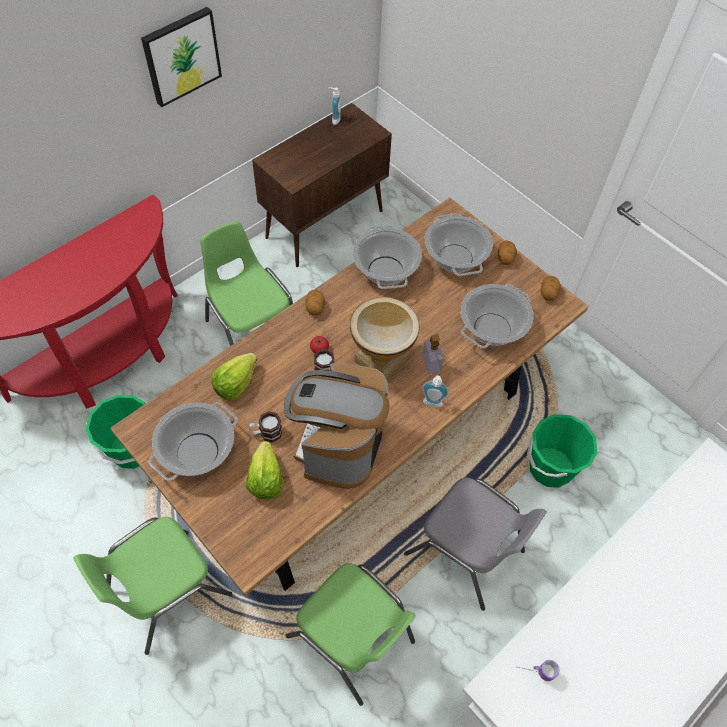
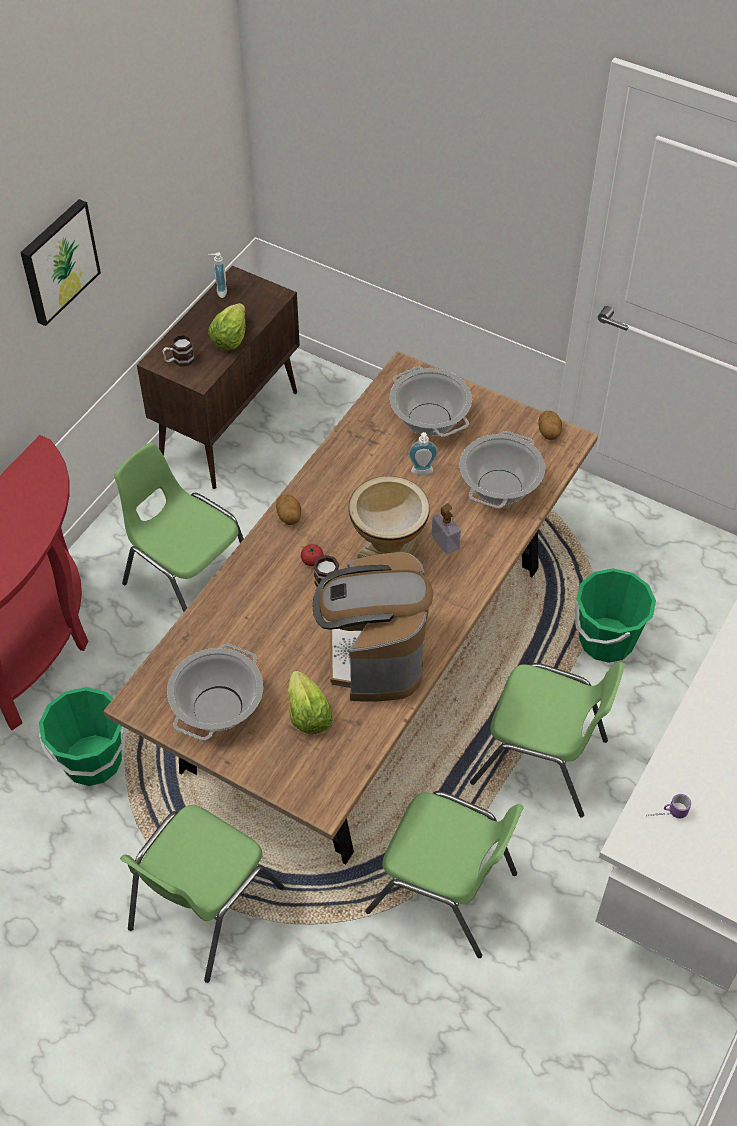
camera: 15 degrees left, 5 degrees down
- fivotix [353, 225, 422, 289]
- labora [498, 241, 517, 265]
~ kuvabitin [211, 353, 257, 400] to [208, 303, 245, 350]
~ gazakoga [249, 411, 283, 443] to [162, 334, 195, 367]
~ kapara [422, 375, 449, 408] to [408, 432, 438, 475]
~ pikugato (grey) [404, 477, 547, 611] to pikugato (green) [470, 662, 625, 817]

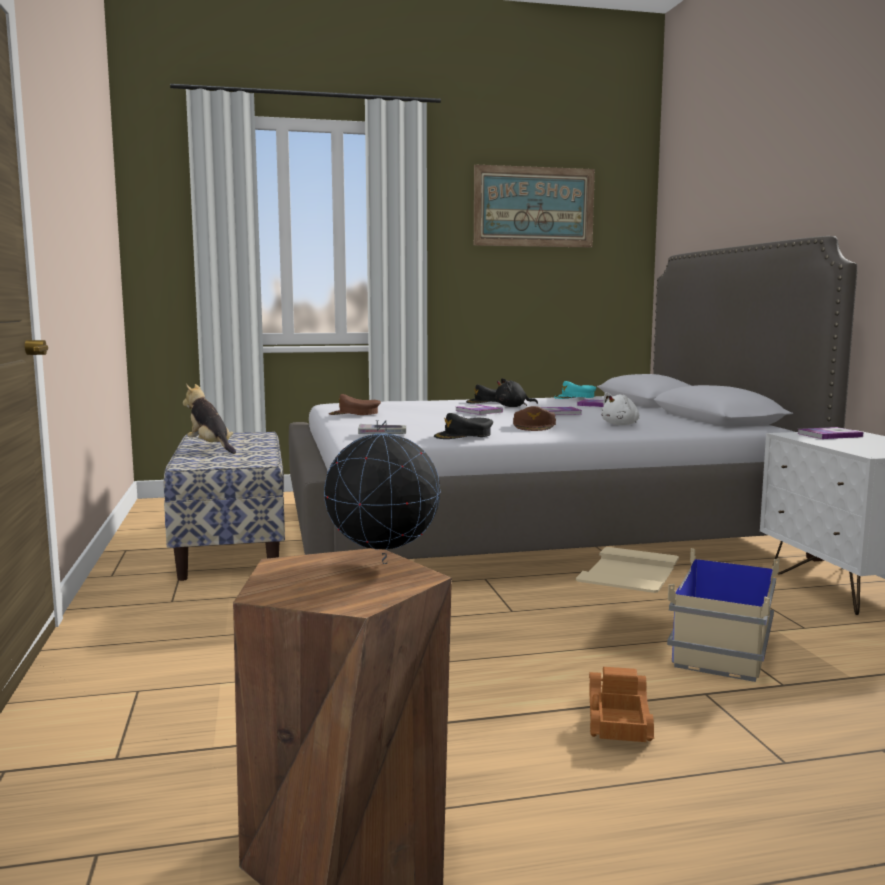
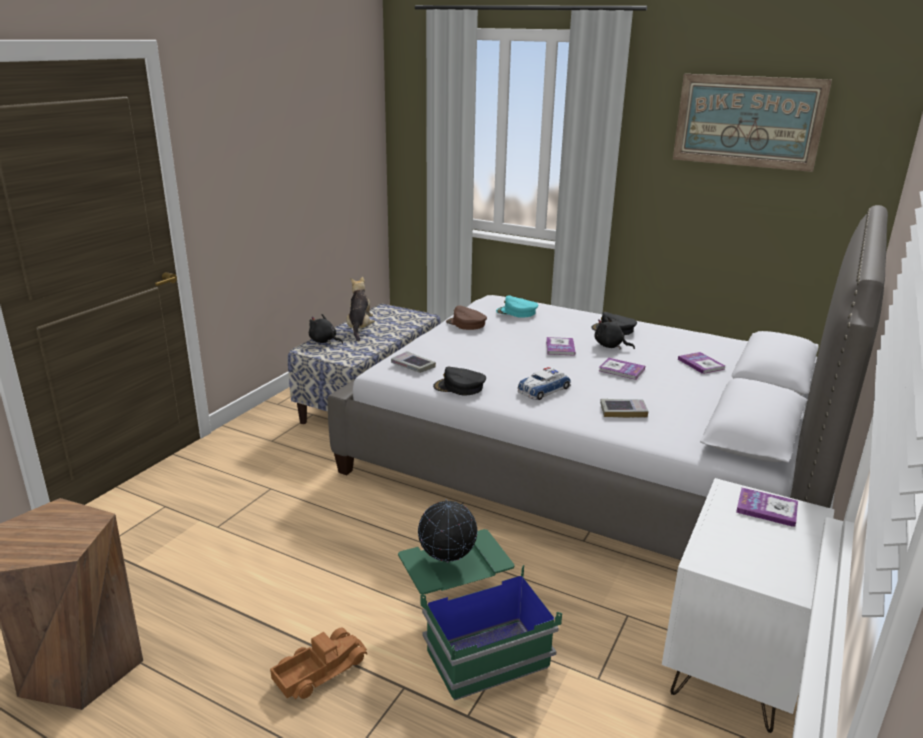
camera: 40 degrees right, 15 degrees up
+ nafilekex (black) [309, 314, 343, 344]
~ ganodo [324, 420, 441, 564] to [418, 499, 477, 563]
~ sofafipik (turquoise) [554, 381, 596, 399] to [496, 295, 538, 318]
~ sofafipik (brown) [513, 406, 556, 431] to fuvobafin [518, 367, 571, 400]
~ nafilekex (white) [601, 392, 640, 425] to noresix [600, 399, 649, 418]
~ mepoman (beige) [576, 547, 779, 682] to mepoman (green) [398, 529, 562, 701]

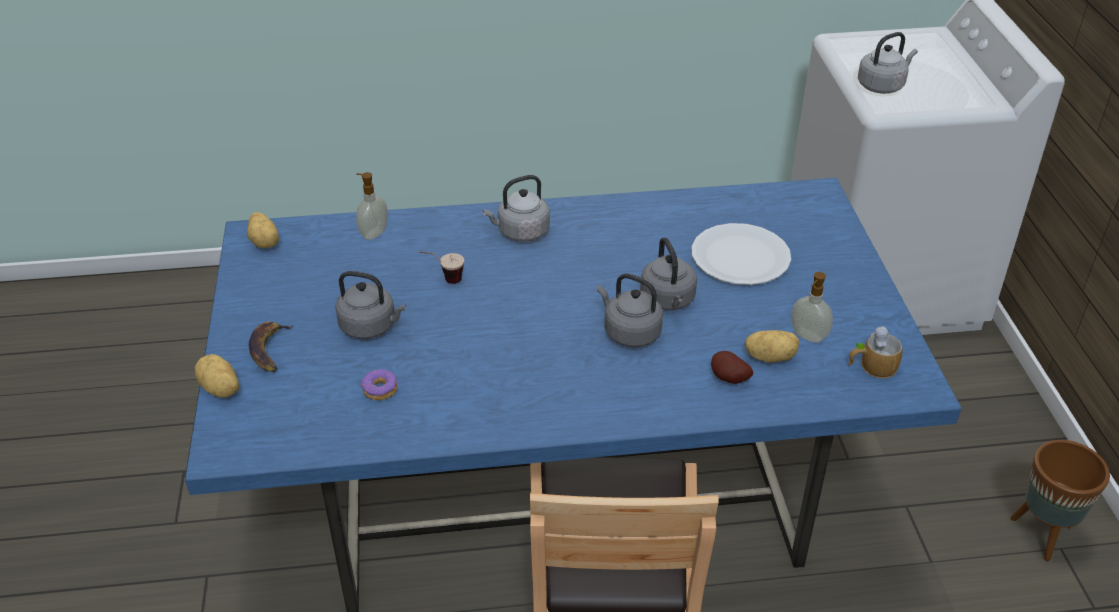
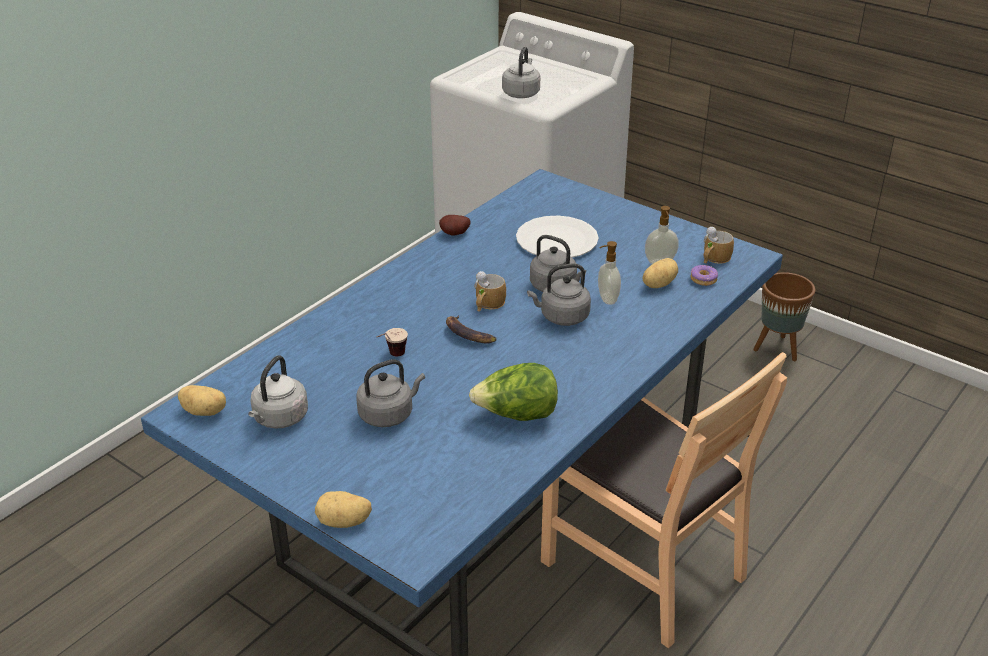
camera: 45 degrees left, 5 degrees down
+ kuvabitin [469, 363, 558, 421]
+ gazakoga [474, 271, 506, 312]
~ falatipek [249, 321, 294, 372] to [446, 315, 497, 344]
~ kapara [356, 172, 388, 240] to [598, 241, 621, 305]
~ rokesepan [361, 369, 397, 400] to [690, 265, 718, 286]
~ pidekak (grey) [483, 175, 550, 242] to [248, 355, 308, 429]
~ labora [711, 351, 753, 384] to [439, 215, 471, 236]

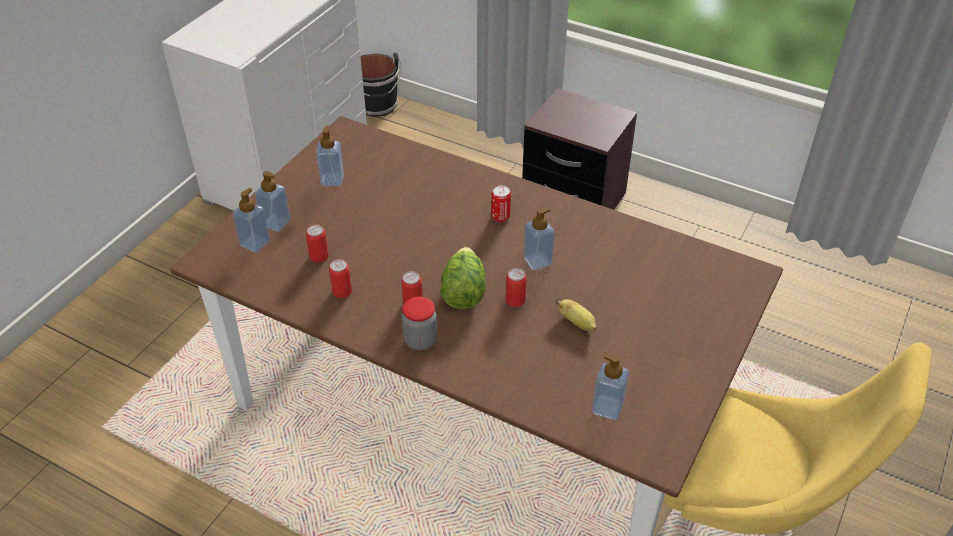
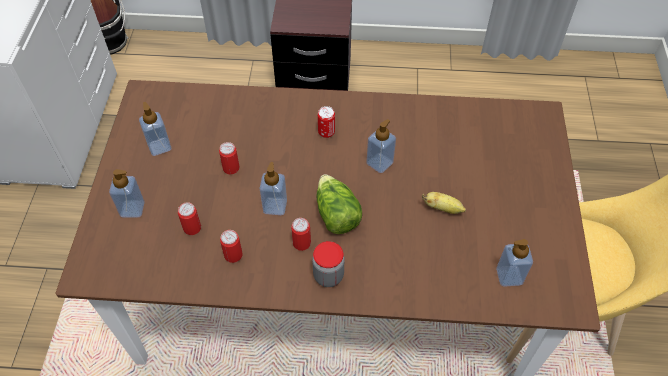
camera: 25 degrees left, 10 degrees up
~ kapara [233, 188, 270, 253] to [260, 162, 287, 215]
~ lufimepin [506, 268, 527, 307] to [219, 142, 240, 175]

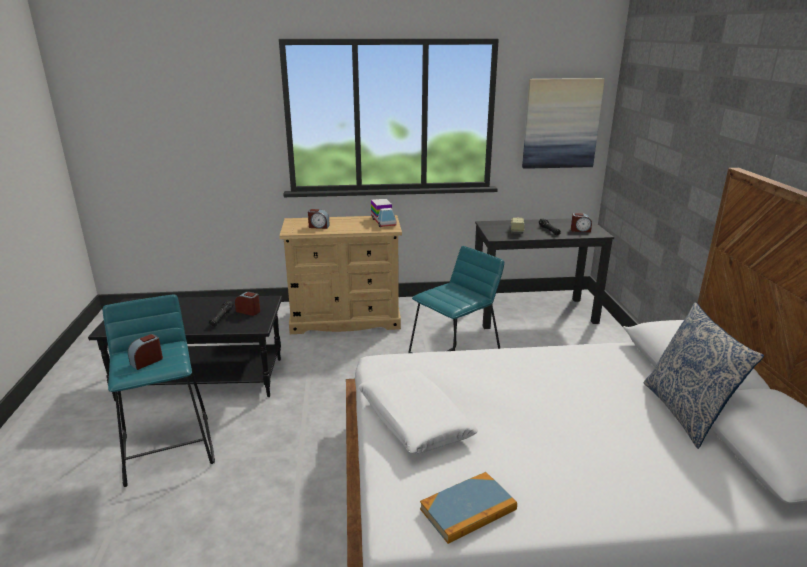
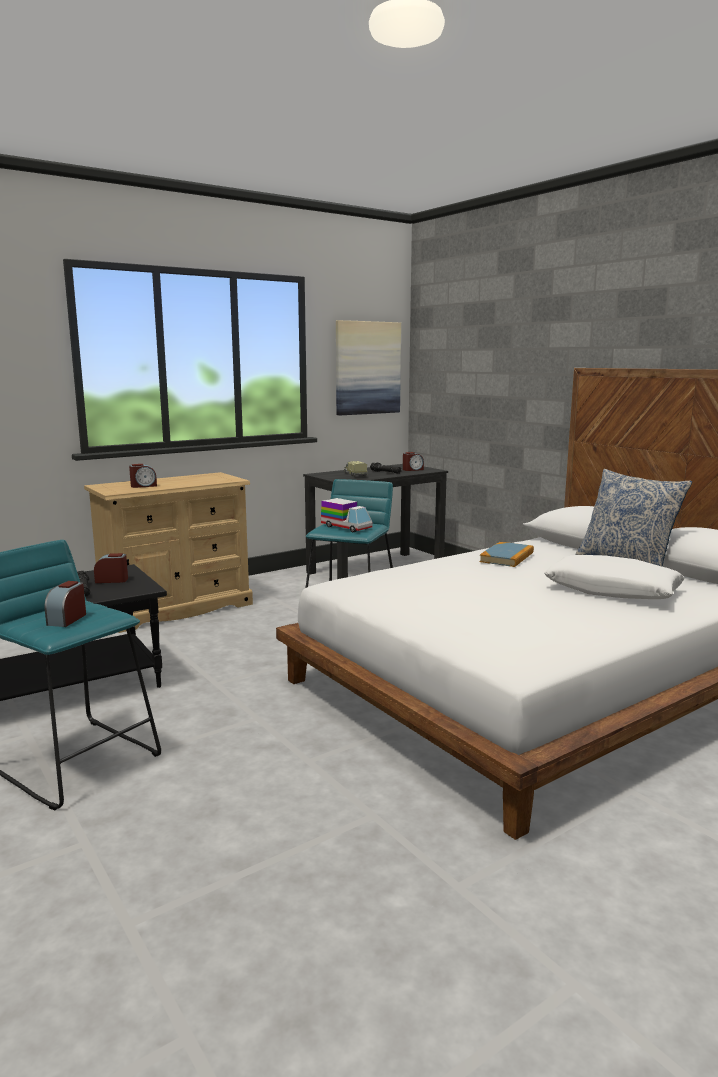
camera: 30 degrees left, 10 degrees down
~ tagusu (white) [358, 370, 478, 454] to [544, 555, 685, 599]
~ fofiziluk [371, 199, 397, 227] to [321, 498, 373, 532]
~ noresix [420, 472, 517, 544] to [480, 542, 534, 567]

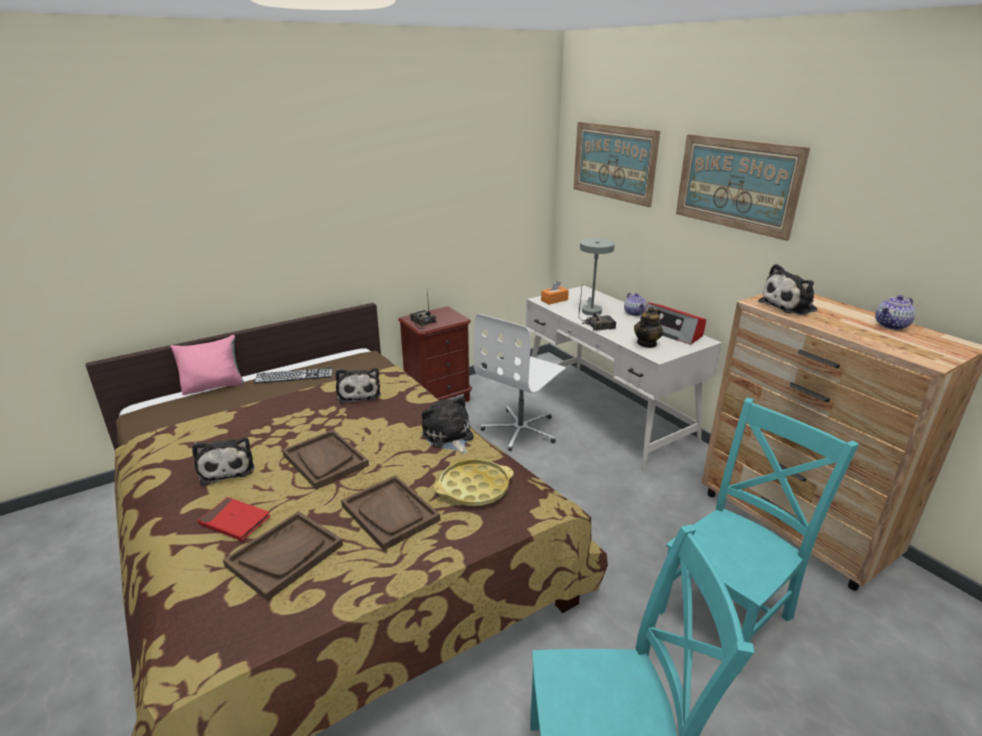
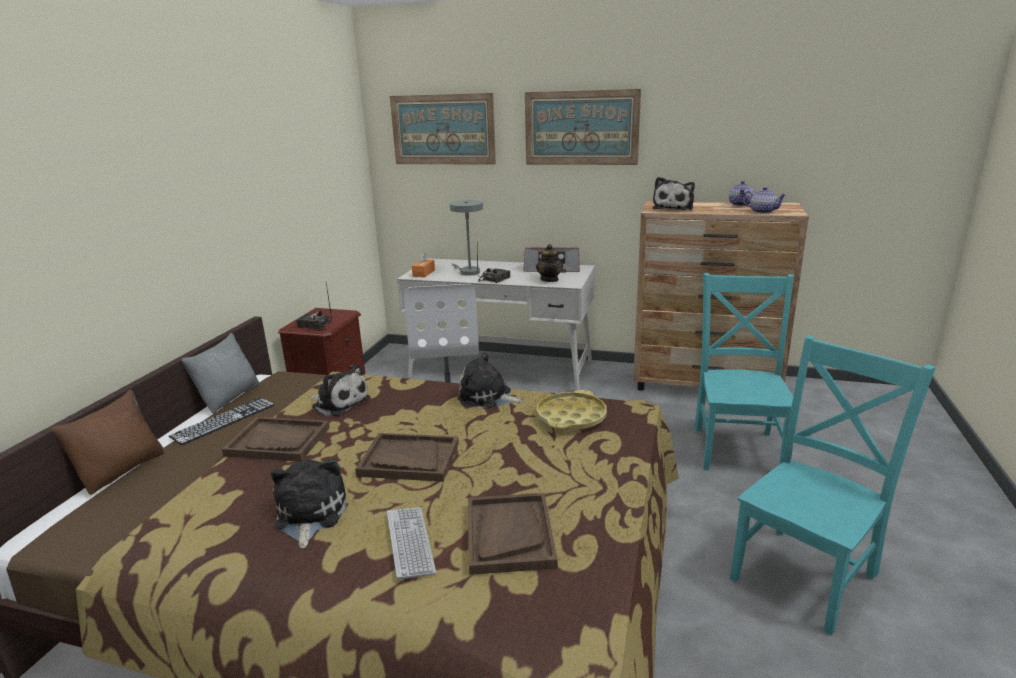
camera: 40 degrees left, 5 degrees down
+ tagusu (grey) [181, 333, 259, 414]
~ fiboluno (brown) [341, 475, 440, 551] to [222, 417, 330, 461]
~ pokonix [624, 293, 647, 316] to [742, 187, 787, 214]
~ noresix (red) [198, 497, 271, 541] to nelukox [387, 507, 436, 580]
~ tagusu (pink) [170, 335, 244, 395] to tagusu (brown) [50, 390, 165, 495]
~ nafilekex [192, 437, 254, 486] = [271, 459, 346, 548] 120 degrees counterclockwise

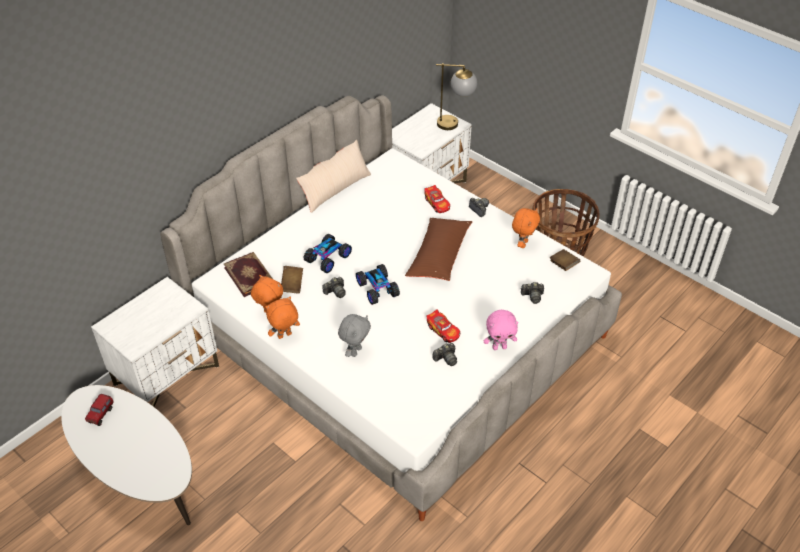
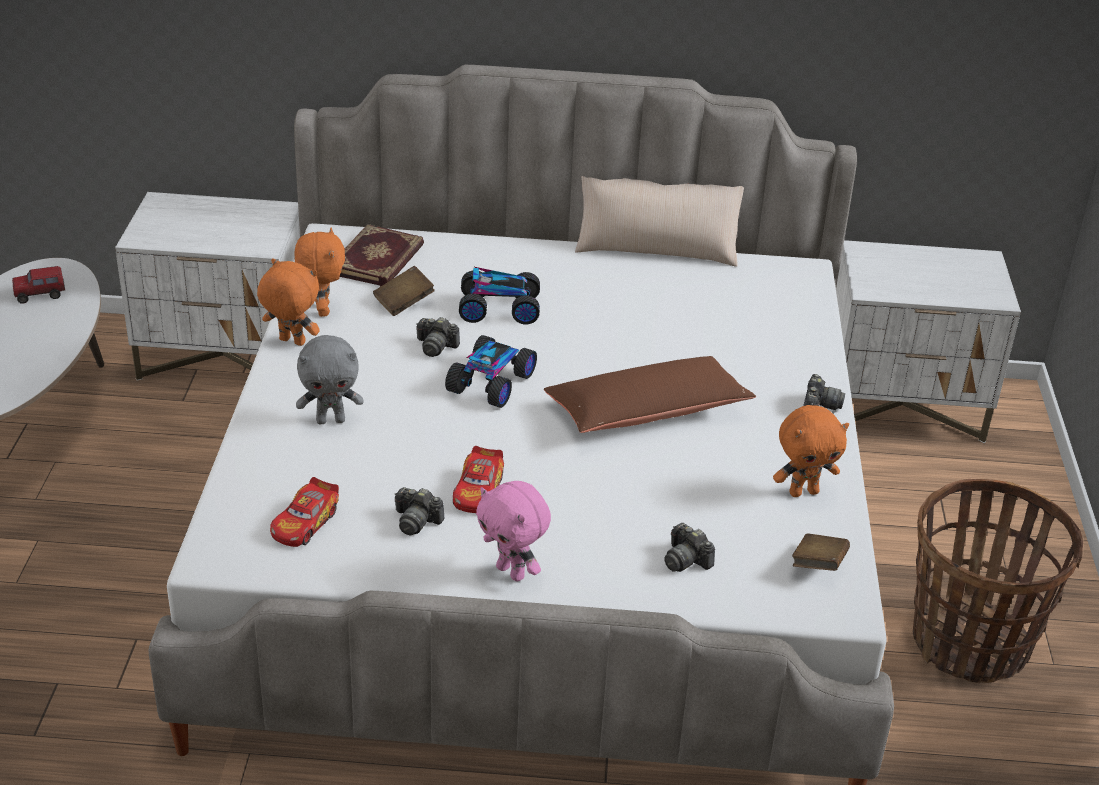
camera: 50 degrees right, 10 degrees down
- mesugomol [436, 63, 477, 130]
~ fuvobafin [424, 185, 450, 213] to [270, 477, 339, 547]

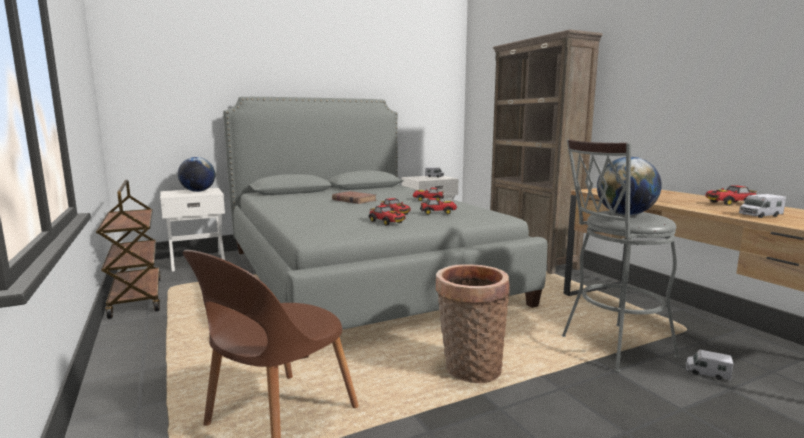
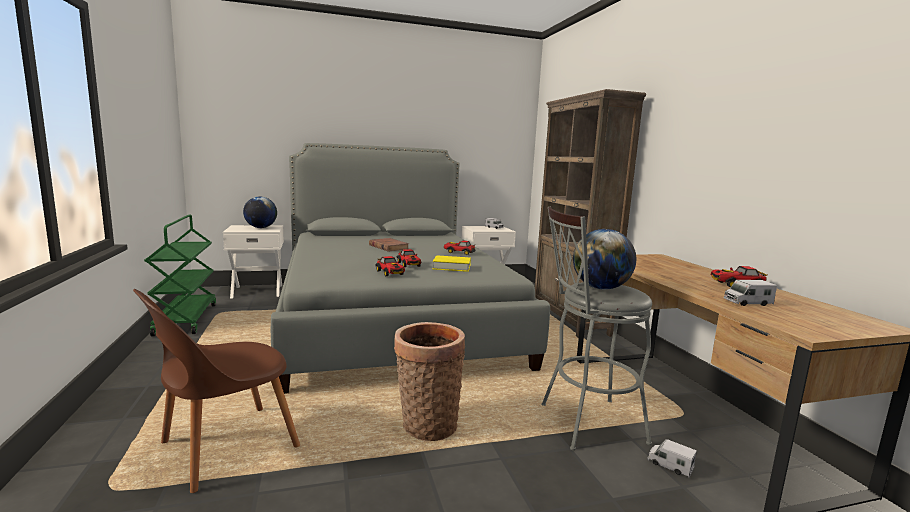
camera: 10 degrees right, 0 degrees up
~ fuvobafin [420, 198, 457, 215] to noresix (yellow) [433, 255, 471, 272]
~ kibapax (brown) [96, 180, 161, 319] to kibapax (green) [144, 215, 216, 336]

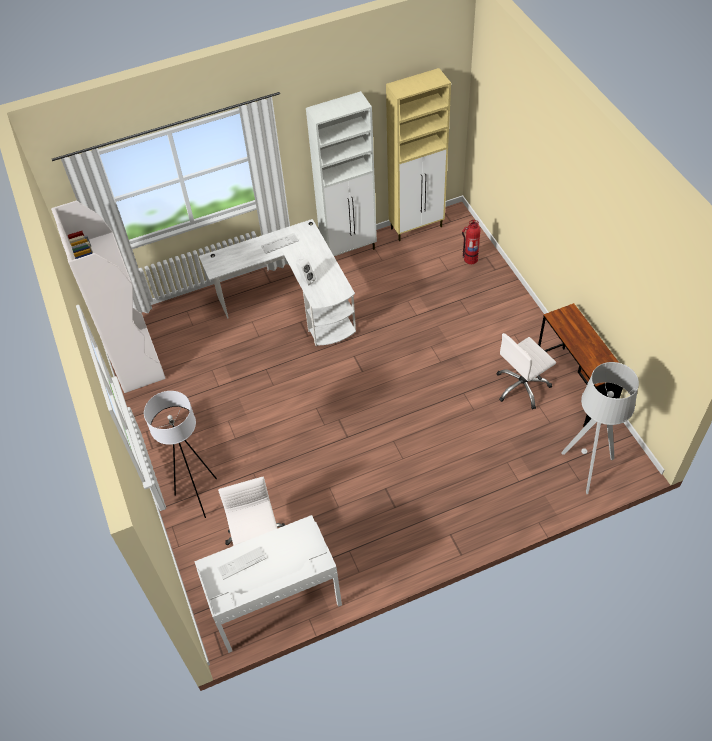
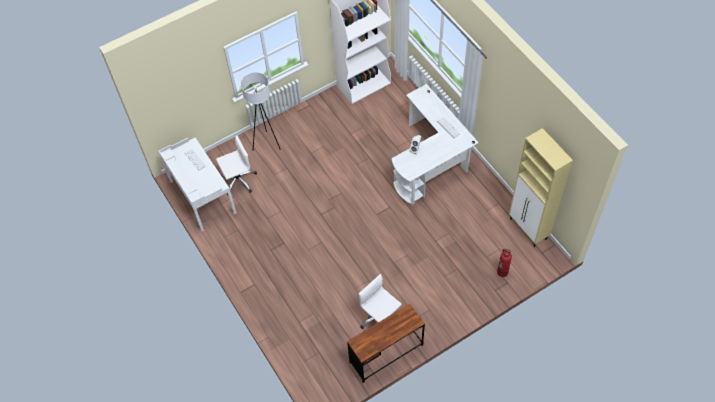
camera: 80 degrees right, 5 degrees up
- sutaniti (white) [306, 91, 377, 256]
- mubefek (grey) [561, 362, 639, 494]

